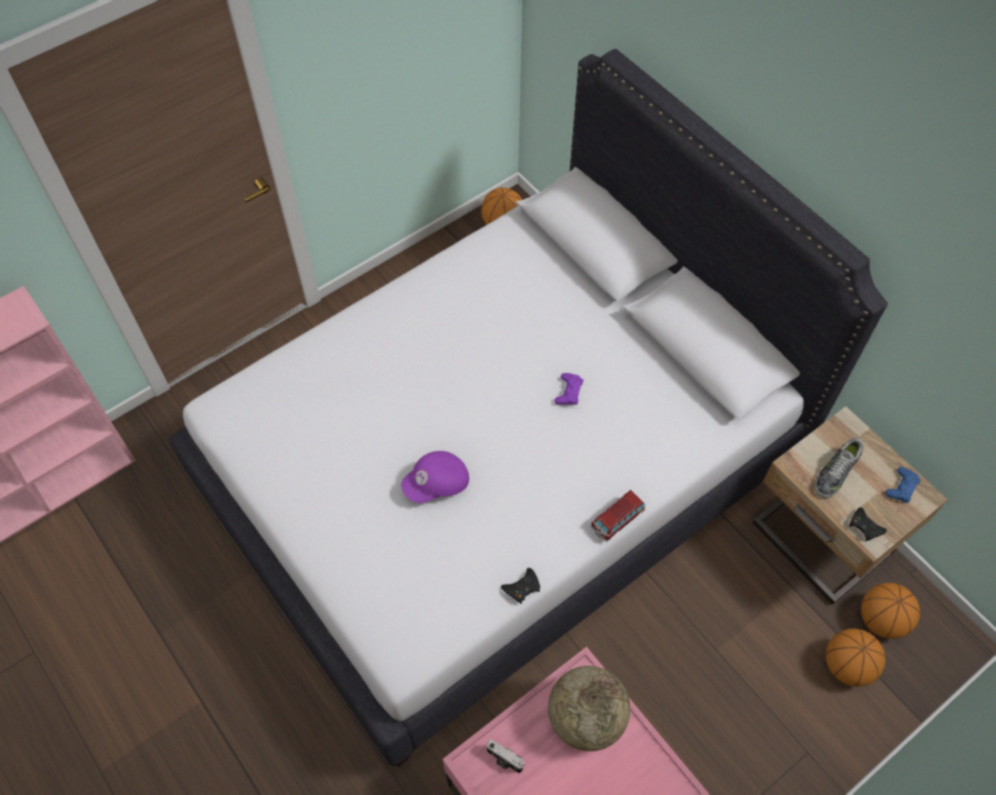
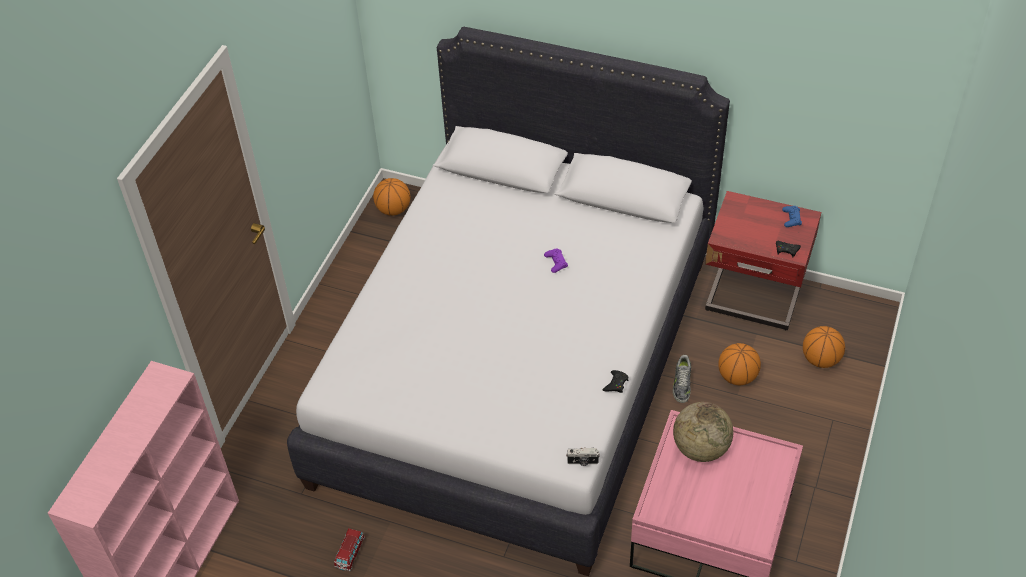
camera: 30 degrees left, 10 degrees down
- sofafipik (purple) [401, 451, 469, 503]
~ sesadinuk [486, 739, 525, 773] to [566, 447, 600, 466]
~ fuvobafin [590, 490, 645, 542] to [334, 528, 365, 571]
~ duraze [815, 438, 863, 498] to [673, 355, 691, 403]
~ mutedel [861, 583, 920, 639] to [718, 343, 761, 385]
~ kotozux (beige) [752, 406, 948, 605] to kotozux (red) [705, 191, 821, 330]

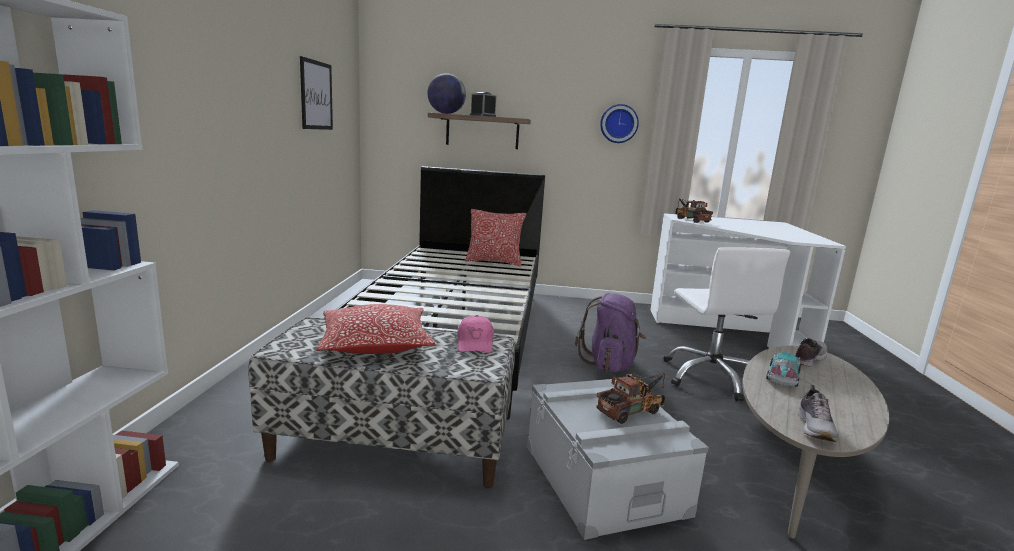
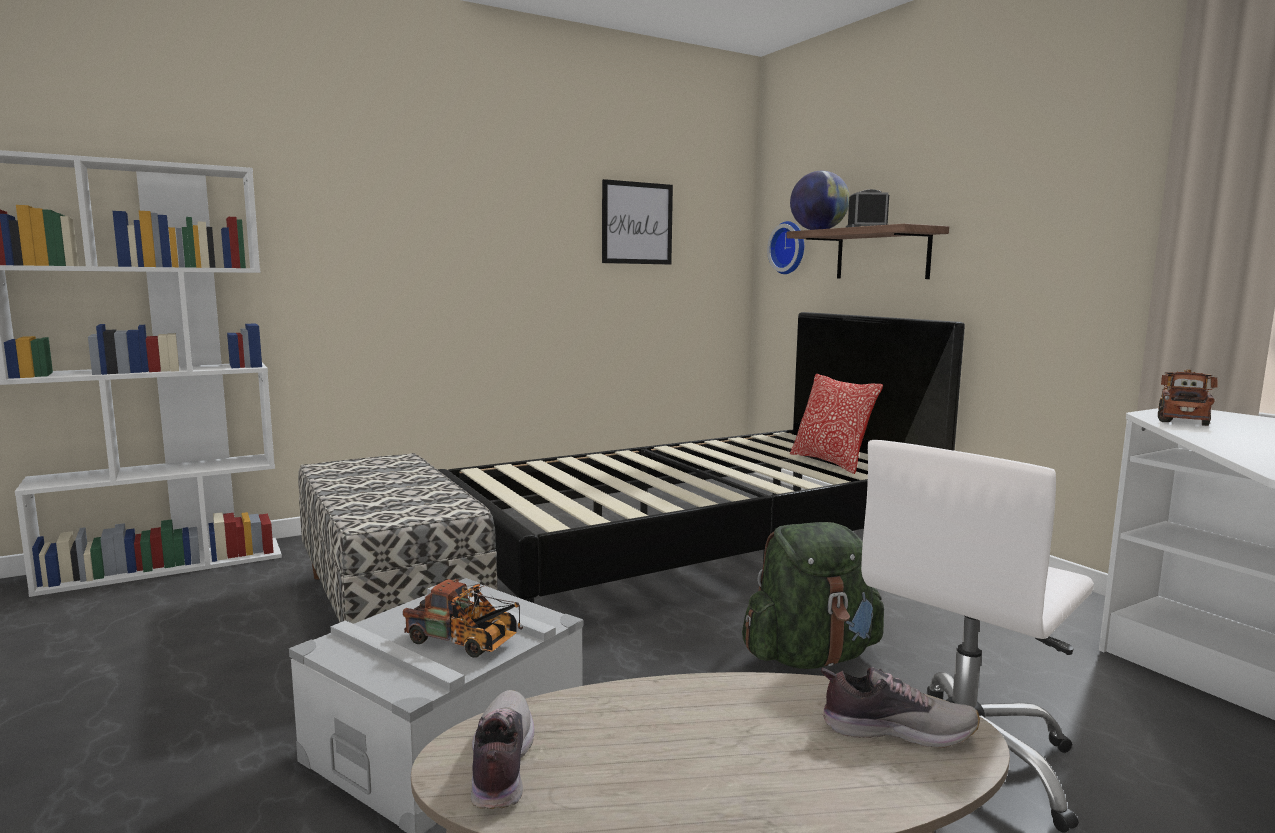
camera: 55 degrees right, 5 degrees down
- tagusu [317, 304, 435, 354]
- sofafipik (pink) [457, 315, 494, 353]
- fuvobafin [766, 352, 801, 387]
~ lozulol [600, 104, 639, 143] to [767, 221, 804, 274]
~ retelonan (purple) [575, 293, 646, 372] to retelonan (green) [742, 522, 884, 669]
~ duraze [797, 384, 839, 442] = [471, 690, 535, 809] 105 degrees clockwise

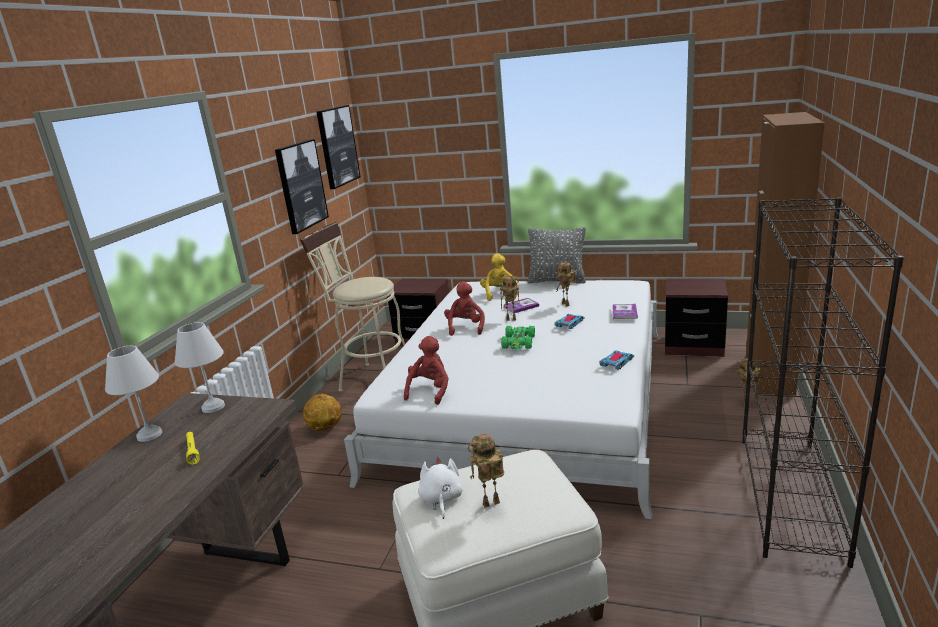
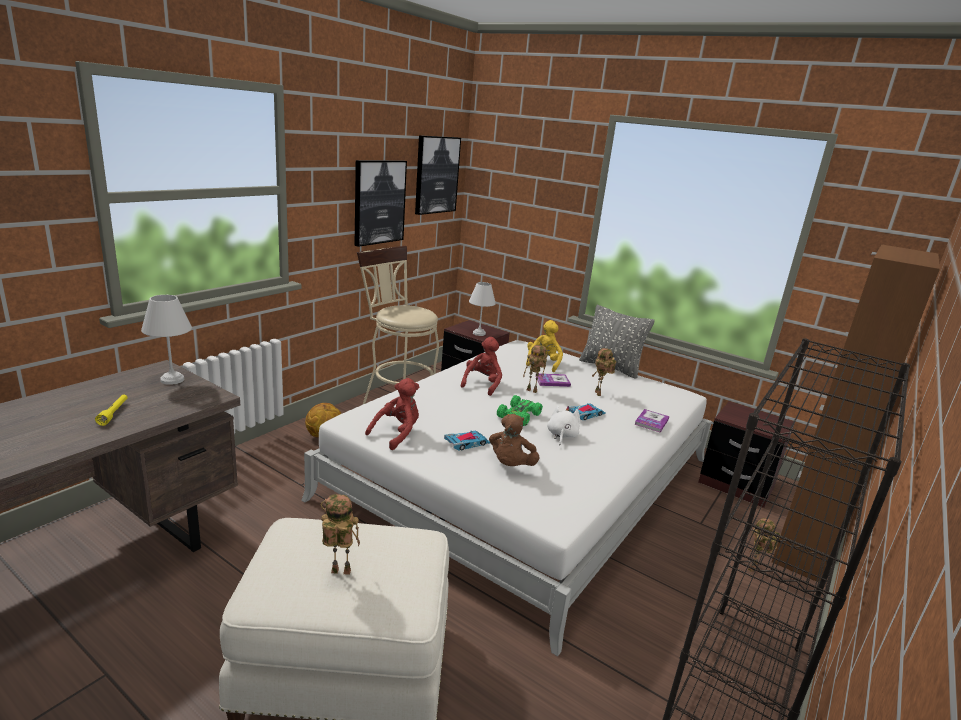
camera: 15 degrees right, 0 degrees up
+ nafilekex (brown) [489, 414, 539, 466]
~ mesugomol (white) [105, 346, 162, 442] to [469, 282, 496, 336]
~ nafilekex (white) [418, 457, 463, 519] to [547, 405, 580, 445]
~ fuvobafin [599, 350, 634, 370] to [444, 431, 491, 451]

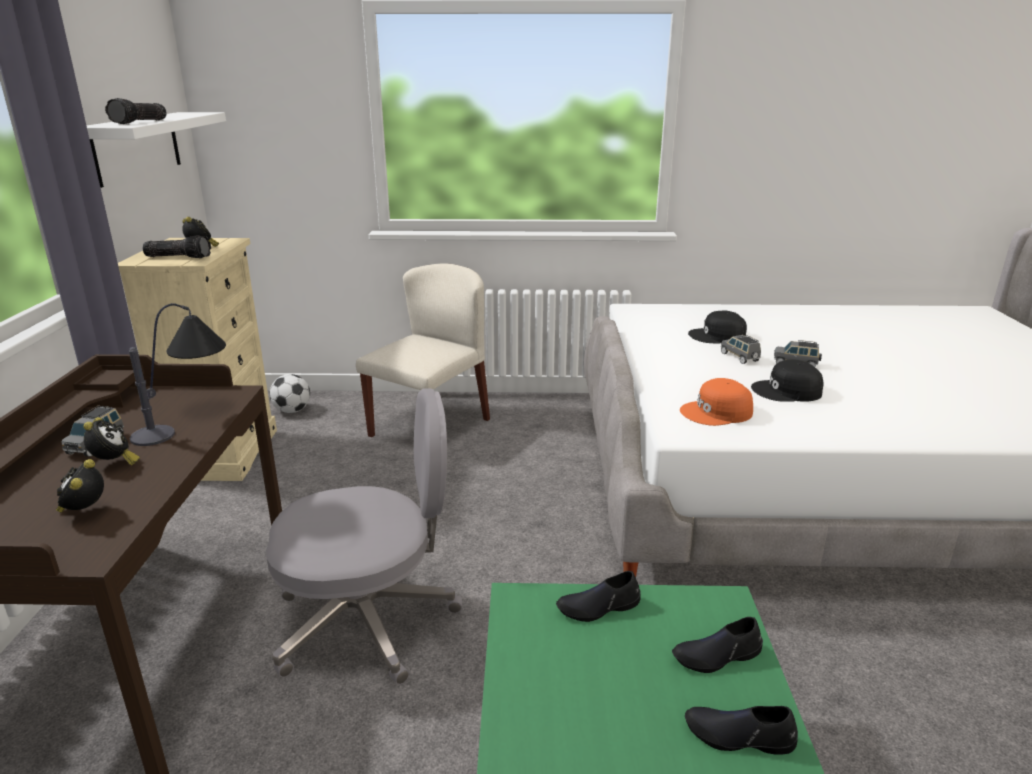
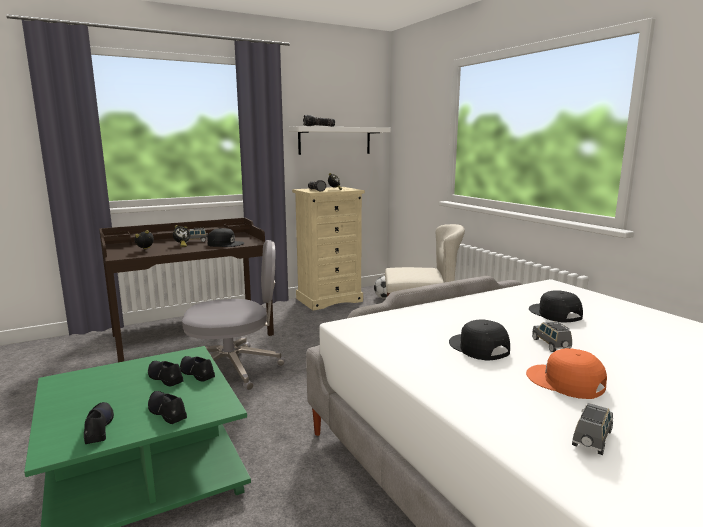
camera: 60 degrees right, 10 degrees down
+ duraze (black) [148, 361, 184, 387]
~ sofafipik (orange) [680, 378, 753, 426] to [526, 348, 607, 399]
~ fuvobafin (grey) [721, 335, 761, 364] to [572, 403, 613, 455]
~ mesugomol [129, 303, 226, 446] to sofafipik (black) [207, 228, 244, 247]
~ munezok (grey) [266, 389, 462, 685] = [182, 240, 285, 390] 60 degrees counterclockwise

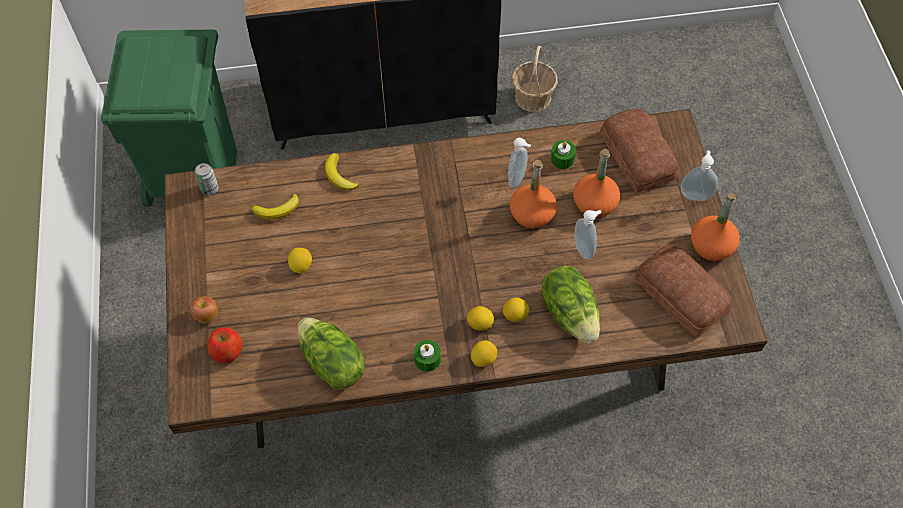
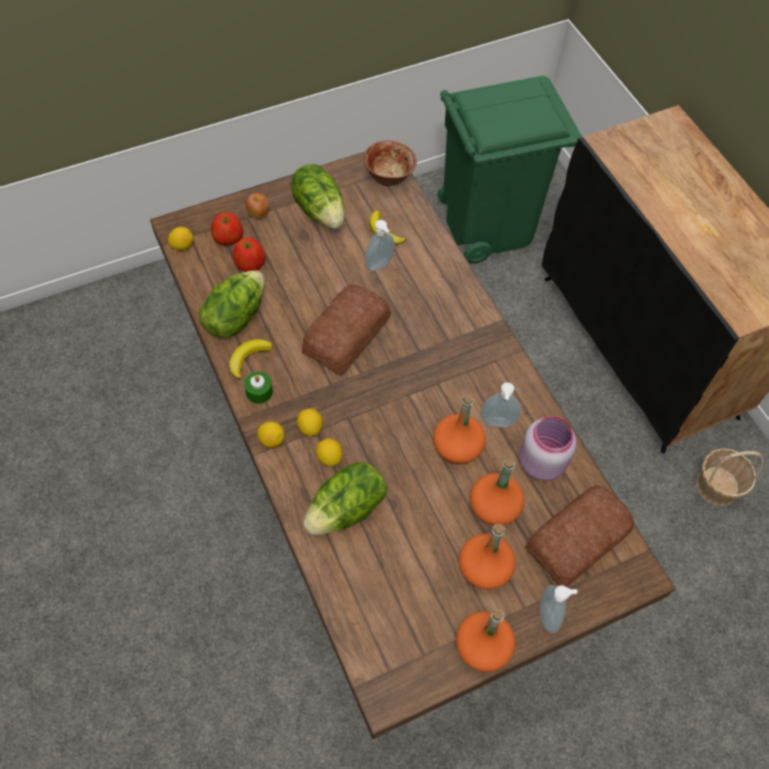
camera: 70 degrees right, 0 degrees up
+ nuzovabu [233, 237, 266, 272]
+ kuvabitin [291, 164, 344, 229]
+ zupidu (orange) [459, 524, 516, 589]
~ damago [288, 248, 312, 274] to [168, 227, 193, 251]
~ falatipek [325, 153, 359, 191] to [229, 339, 273, 380]
~ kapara [575, 210, 602, 259] to [365, 220, 394, 271]
~ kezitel [635, 245, 732, 337] to [302, 284, 391, 375]
~ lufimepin [195, 163, 219, 195] to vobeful [363, 140, 417, 186]
~ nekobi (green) [551, 140, 576, 169] to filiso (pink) [519, 416, 576, 481]

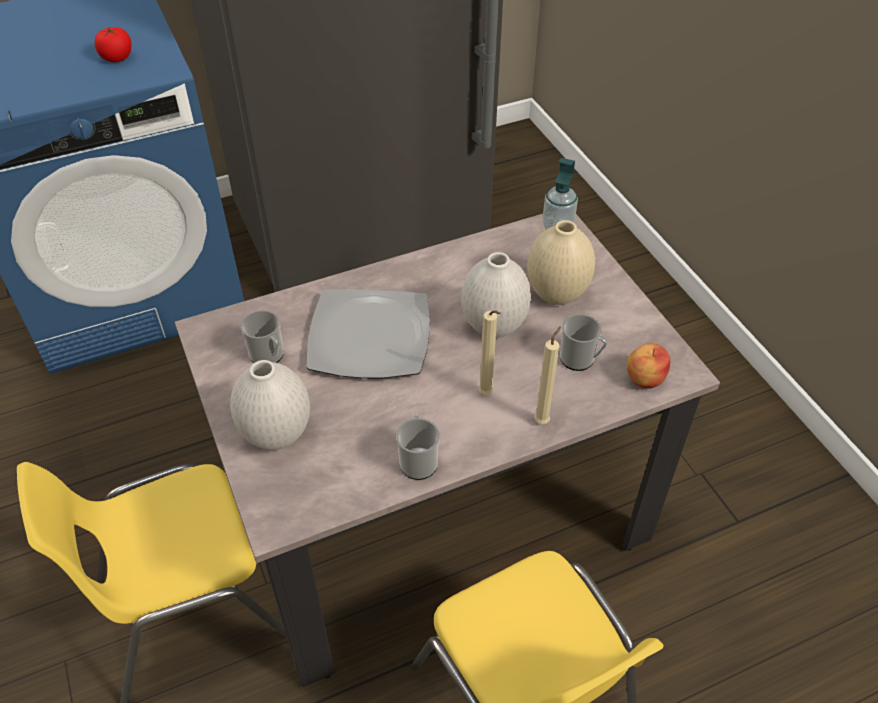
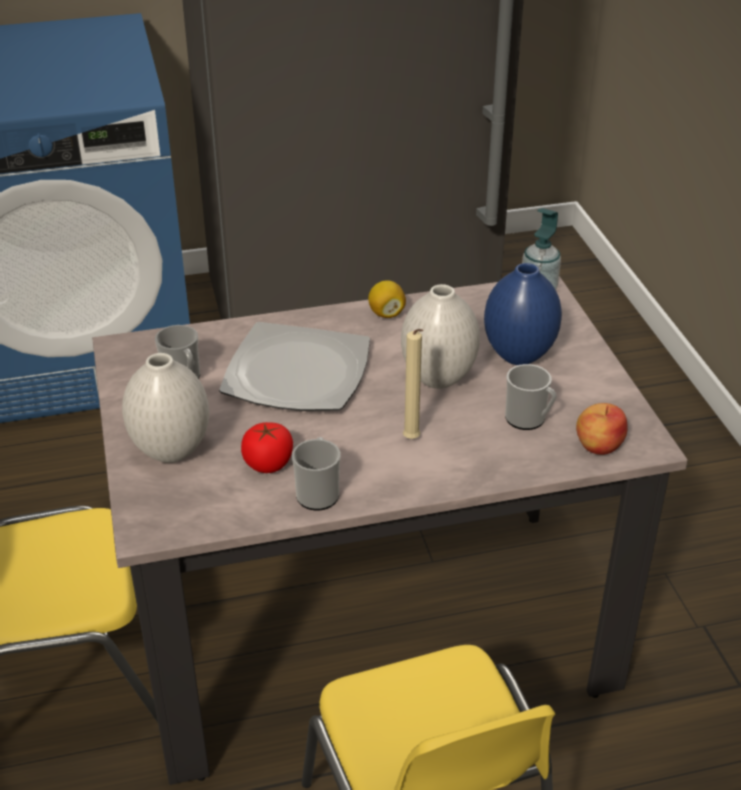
camera: 10 degrees right, 10 degrees down
- nekobi (beige) [534, 326, 561, 424]
+ damago [368, 280, 406, 318]
~ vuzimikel [95, 27, 131, 62] to [241, 422, 293, 473]
~ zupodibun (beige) [527, 220, 595, 305] to zupodibun (blue) [484, 263, 562, 365]

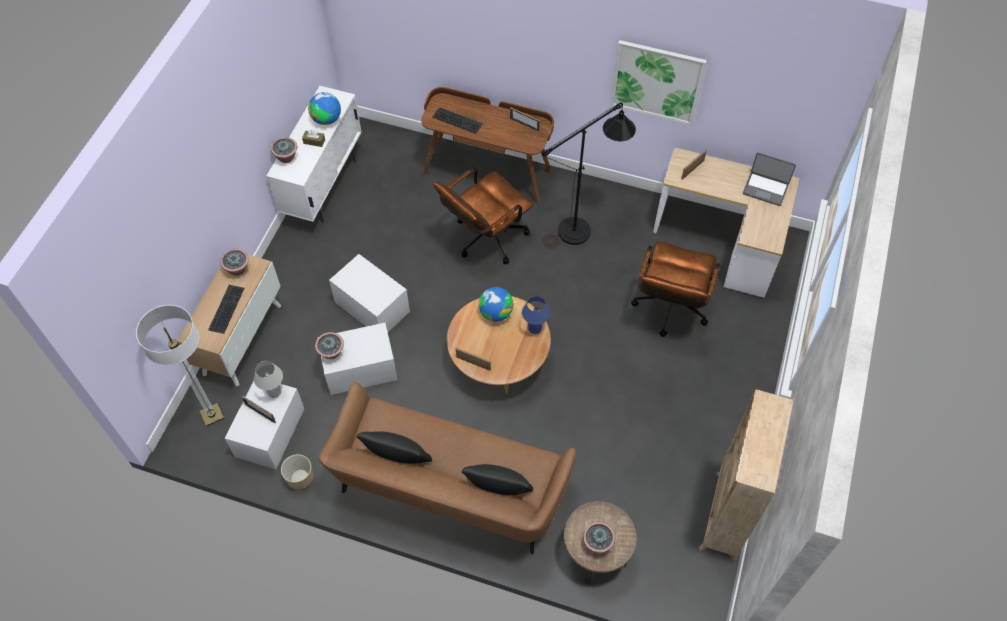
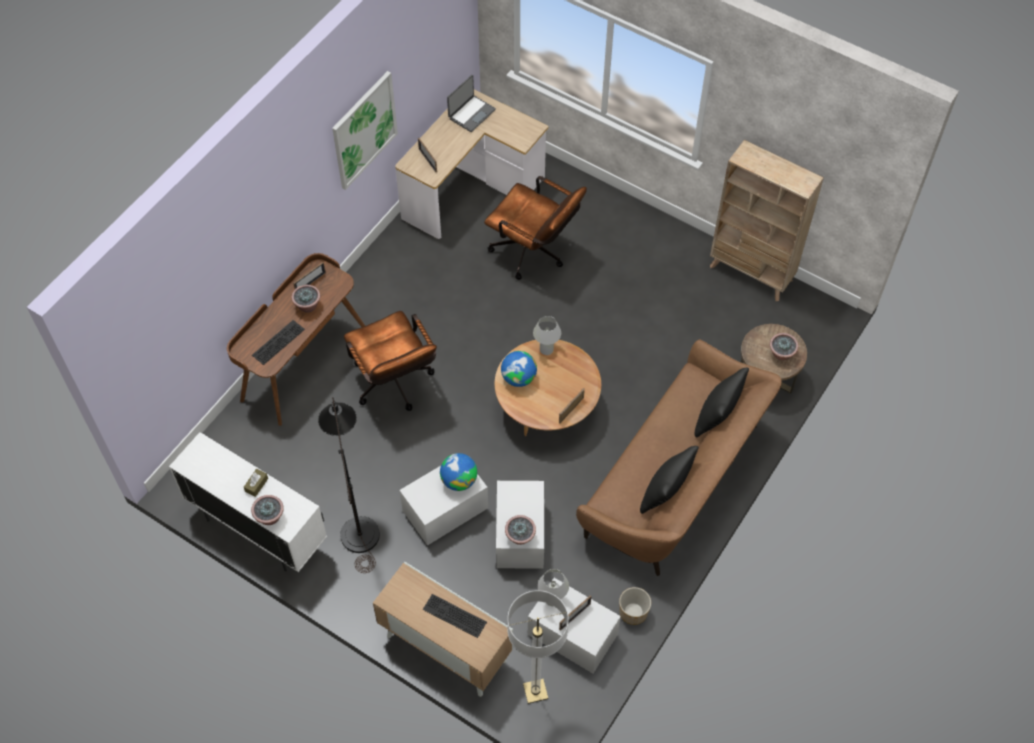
camera: 75 degrees left, 0 degrees up
~ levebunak [220, 249, 249, 276] to [291, 285, 320, 313]
~ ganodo [308, 92, 341, 125] to [440, 453, 477, 491]
~ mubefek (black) [542, 102, 636, 248] to [318, 398, 380, 573]
~ mesugomol (blue) [522, 296, 550, 334] to mesugomol (white) [533, 316, 561, 355]

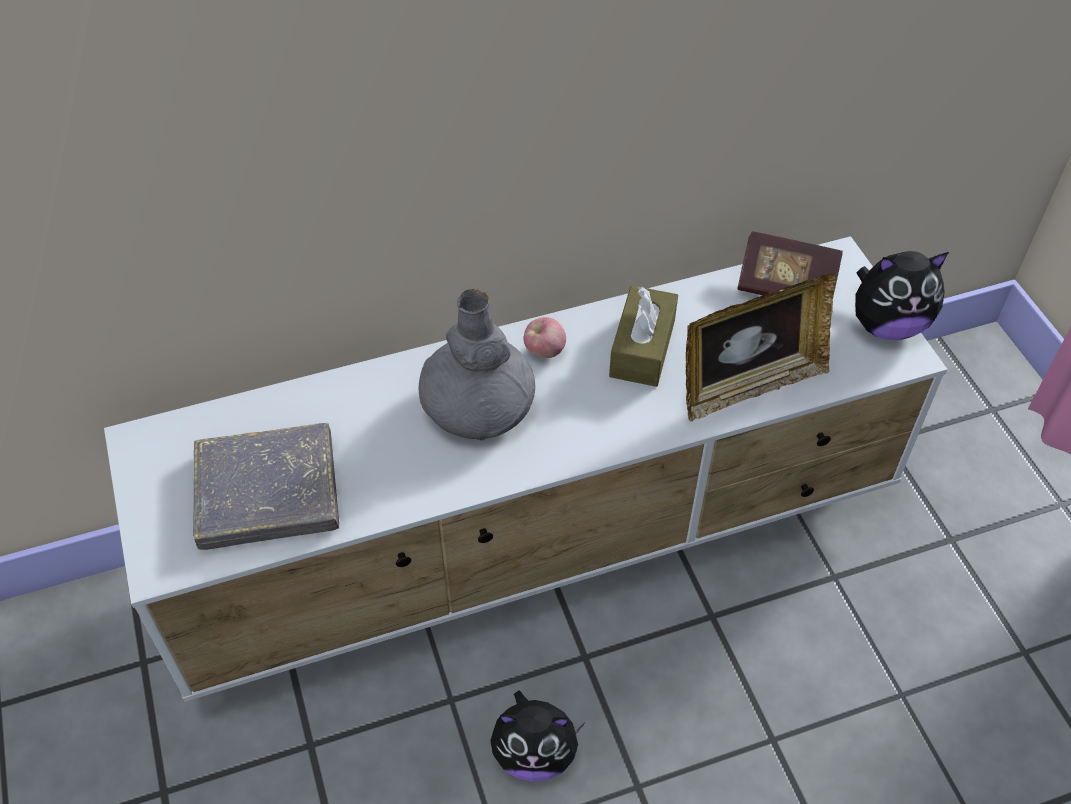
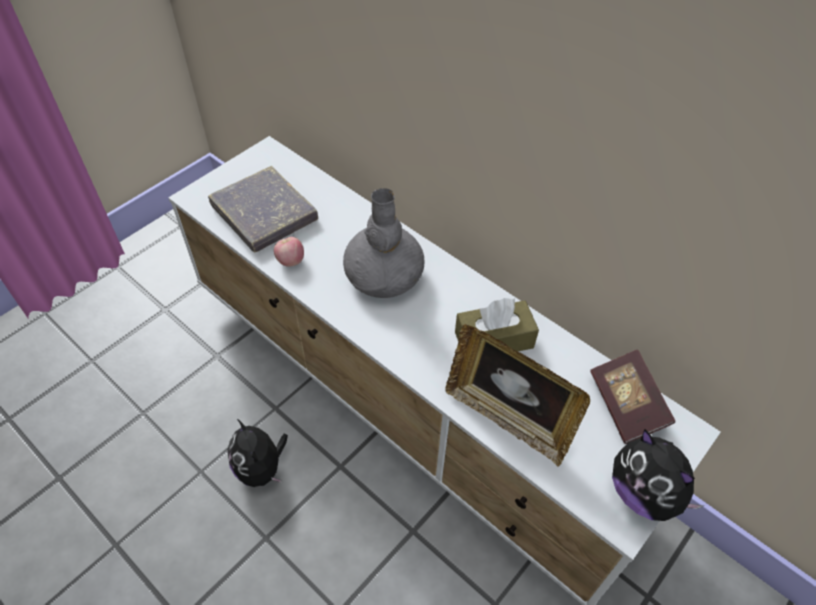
camera: 60 degrees right, 0 degrees up
~ nuzovabu [523, 317, 566, 358] to [274, 237, 304, 267]

